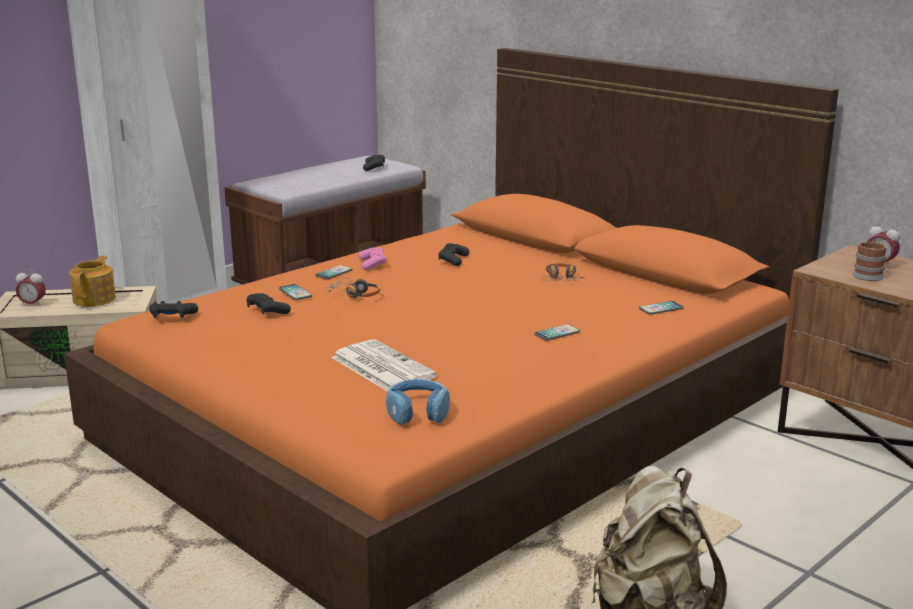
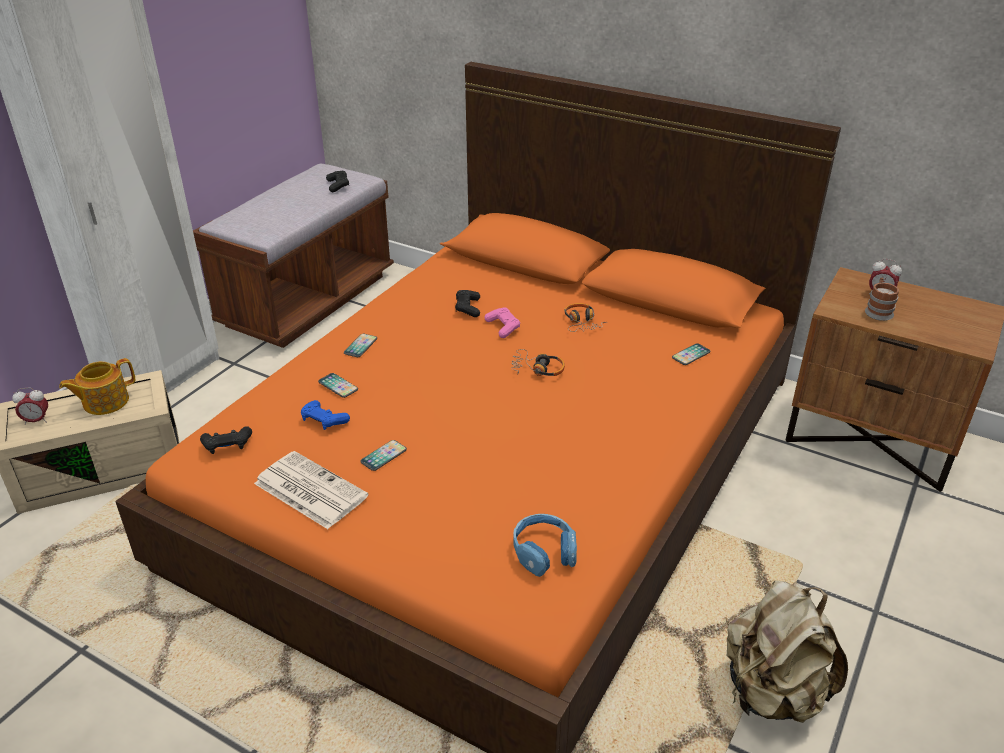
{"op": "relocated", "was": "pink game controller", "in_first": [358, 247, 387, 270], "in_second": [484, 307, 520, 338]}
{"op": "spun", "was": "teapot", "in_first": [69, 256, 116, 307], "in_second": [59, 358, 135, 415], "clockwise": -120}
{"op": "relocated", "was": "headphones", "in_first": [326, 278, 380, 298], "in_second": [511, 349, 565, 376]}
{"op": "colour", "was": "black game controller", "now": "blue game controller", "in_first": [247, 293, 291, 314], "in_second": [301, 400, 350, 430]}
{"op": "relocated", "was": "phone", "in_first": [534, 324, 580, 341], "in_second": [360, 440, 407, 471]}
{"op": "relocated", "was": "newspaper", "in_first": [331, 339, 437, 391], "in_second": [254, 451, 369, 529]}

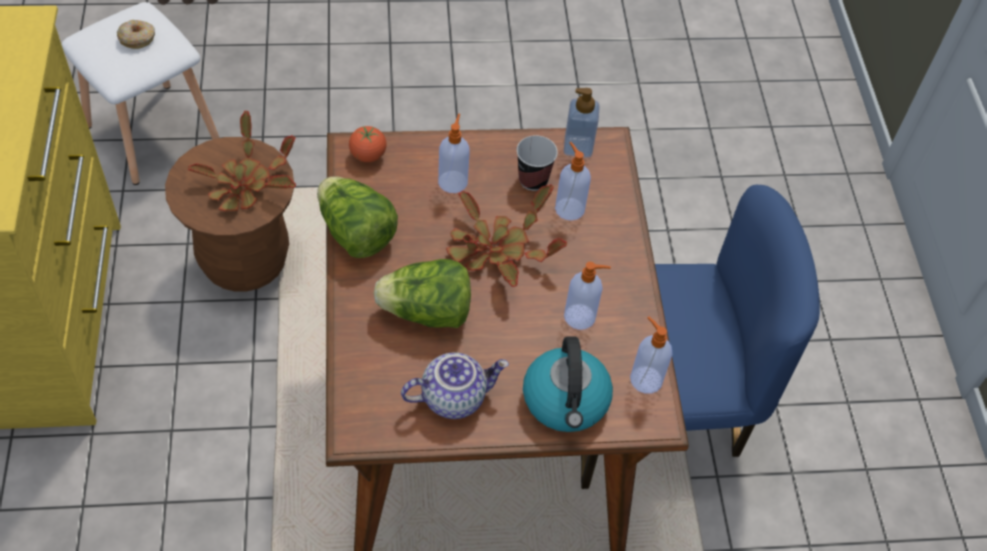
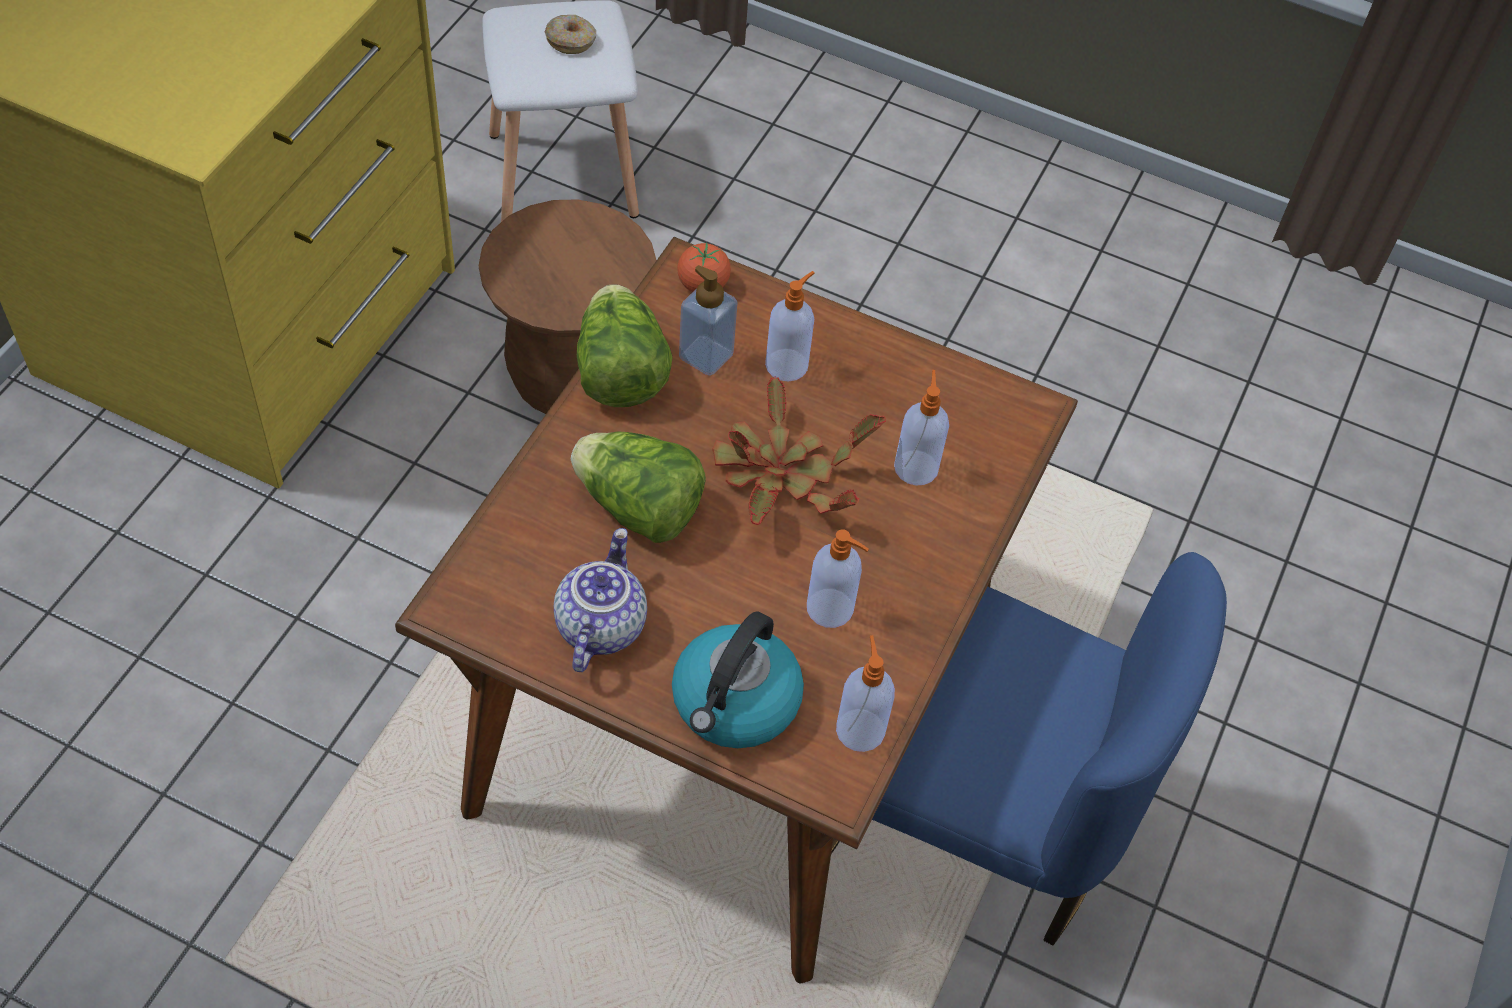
{"op": "relocated", "was": "soap dispenser", "in_first": [564, 88, 600, 158], "in_second": [679, 265, 738, 376]}
{"op": "missing", "was": "potted plant", "in_first": [188, 111, 296, 211]}
{"op": "missing", "was": "cup", "in_first": [517, 135, 558, 191]}
{"op": "spun", "was": "teapot", "in_first": [401, 352, 509, 419], "in_second": [554, 528, 647, 672], "clockwise": -90}

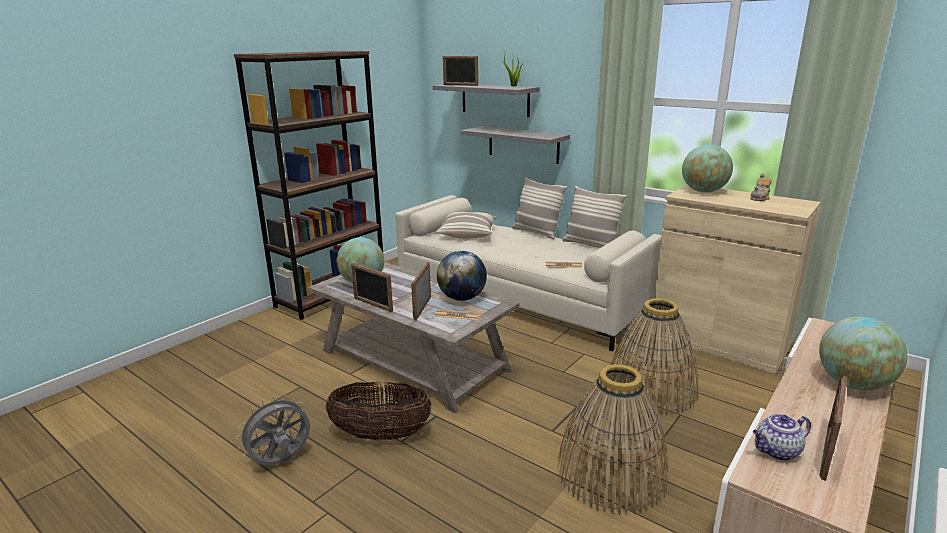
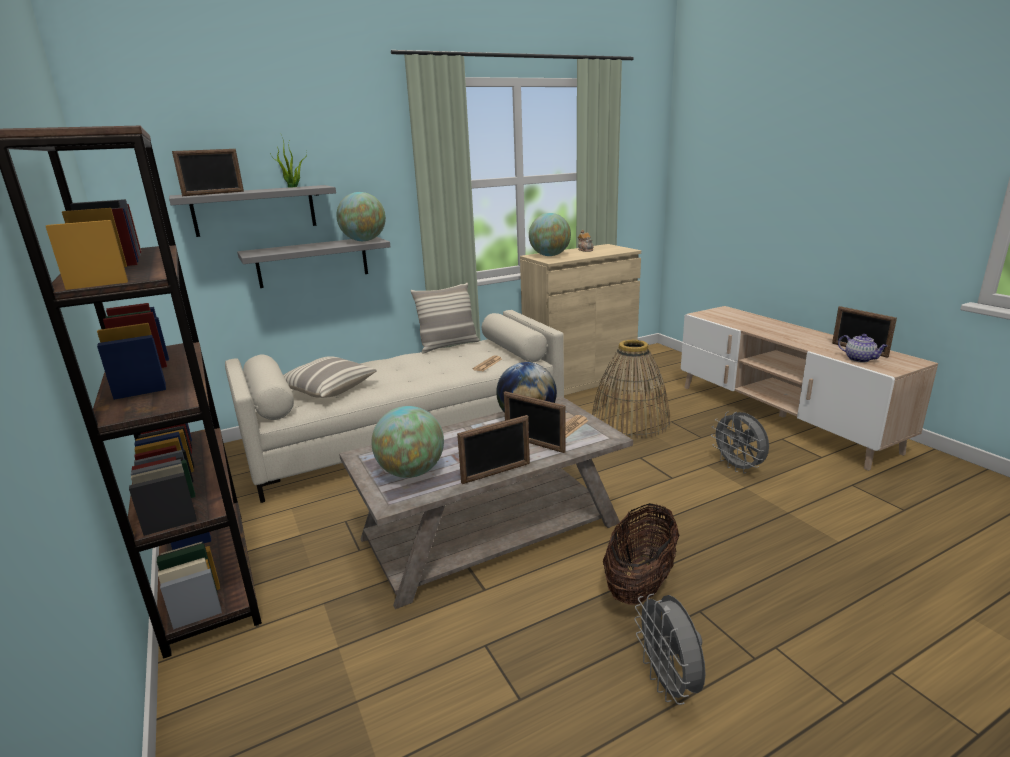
{"op": "missing", "was": "pillow", "in_first": [512, 177, 567, 239]}
{"op": "relocated", "was": "globe", "in_first": [819, 316, 907, 391], "in_second": [336, 192, 386, 241]}
{"op": "exchanged", "was": "basket", "now": "grey fan", "in_first": [557, 364, 668, 515], "in_second": [711, 411, 769, 473]}
{"op": "spun", "was": "teapot", "in_first": [753, 414, 811, 461], "in_second": [838, 334, 888, 362], "clockwise": -45}

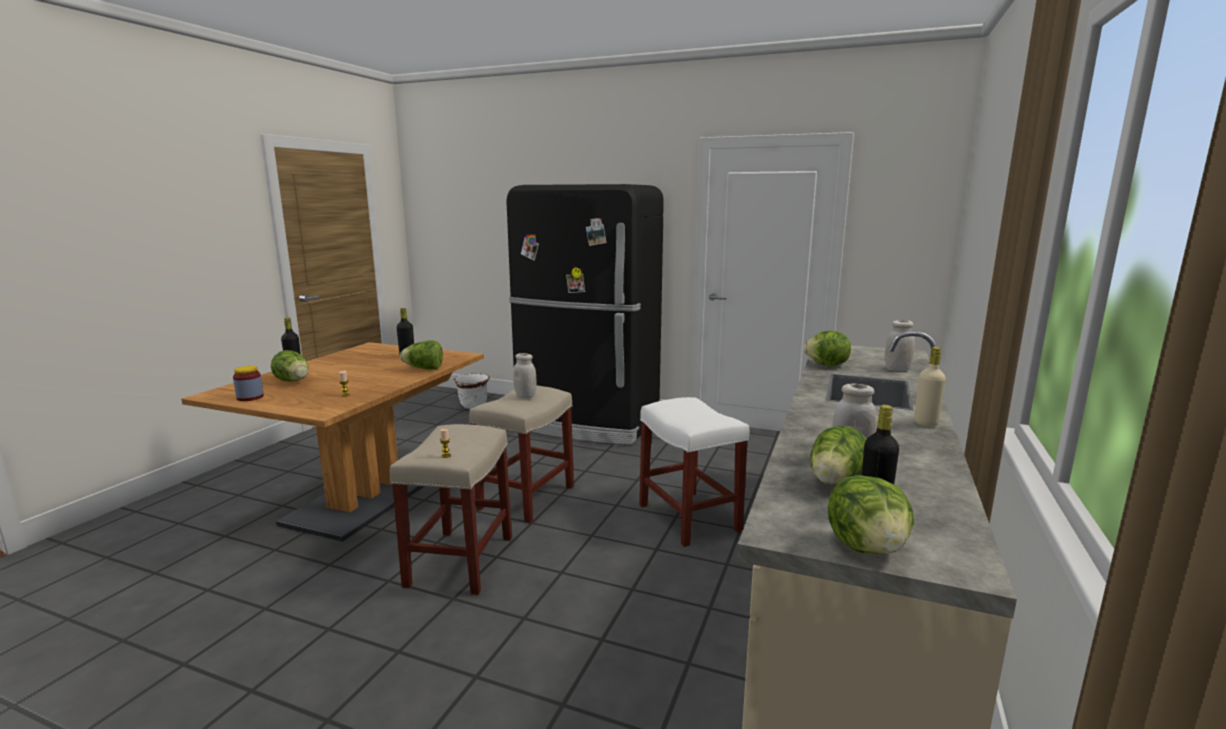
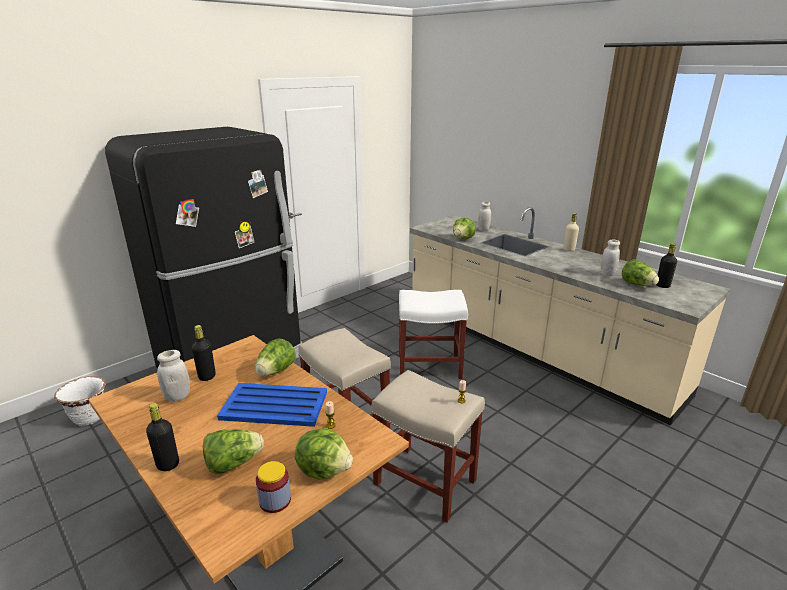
{"op": "relocated", "was": "white jar", "in_first": [513, 353, 536, 399], "in_second": [157, 350, 190, 402]}
{"op": "relocated", "was": "lettuce", "in_first": [828, 475, 914, 554], "in_second": [295, 428, 353, 480]}
{"op": "appeared", "now": "blue tray", "in_second": [217, 383, 327, 427]}

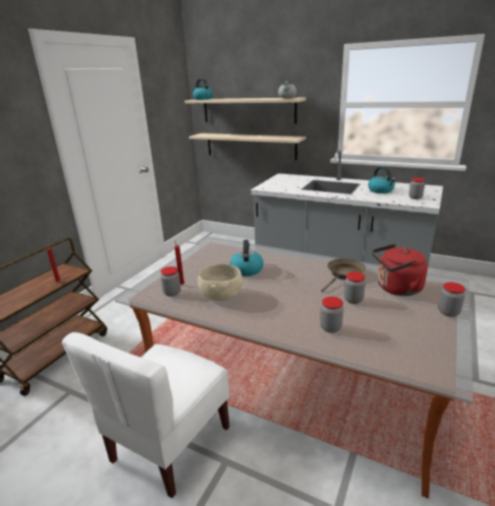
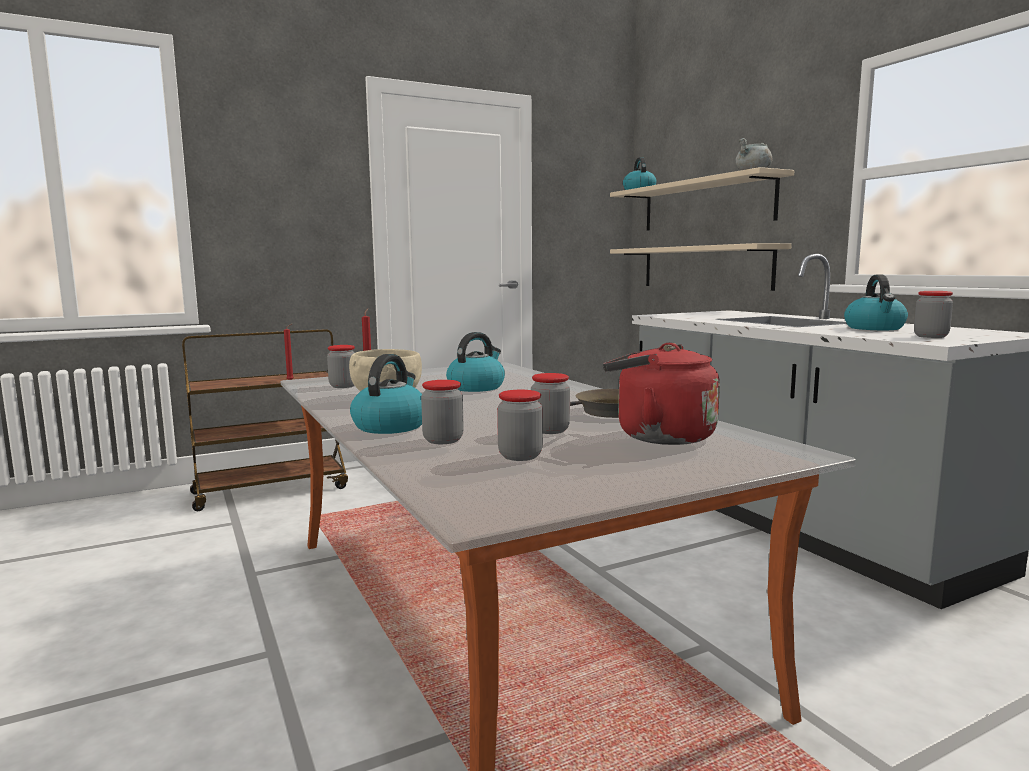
{"op": "relocated", "was": "jar", "in_first": [438, 282, 466, 317], "in_second": [497, 390, 543, 461]}
{"op": "missing", "was": "white chair", "in_first": [62, 332, 230, 498]}
{"op": "appeared", "now": "kettle", "in_second": [350, 354, 422, 434]}

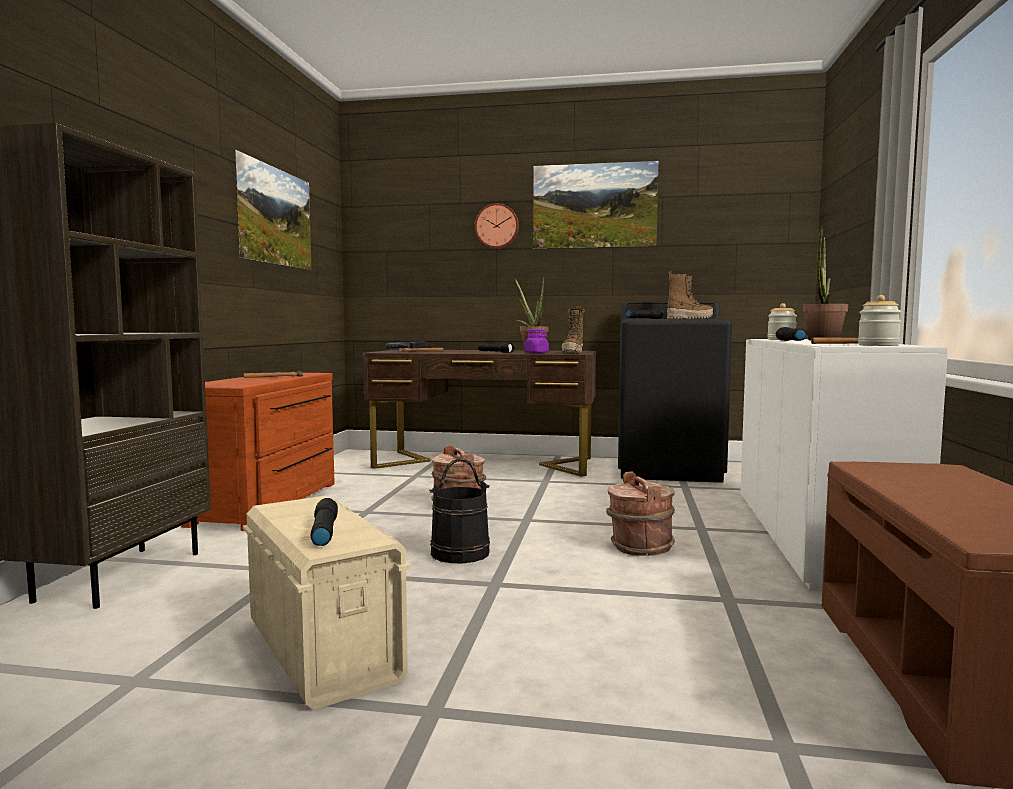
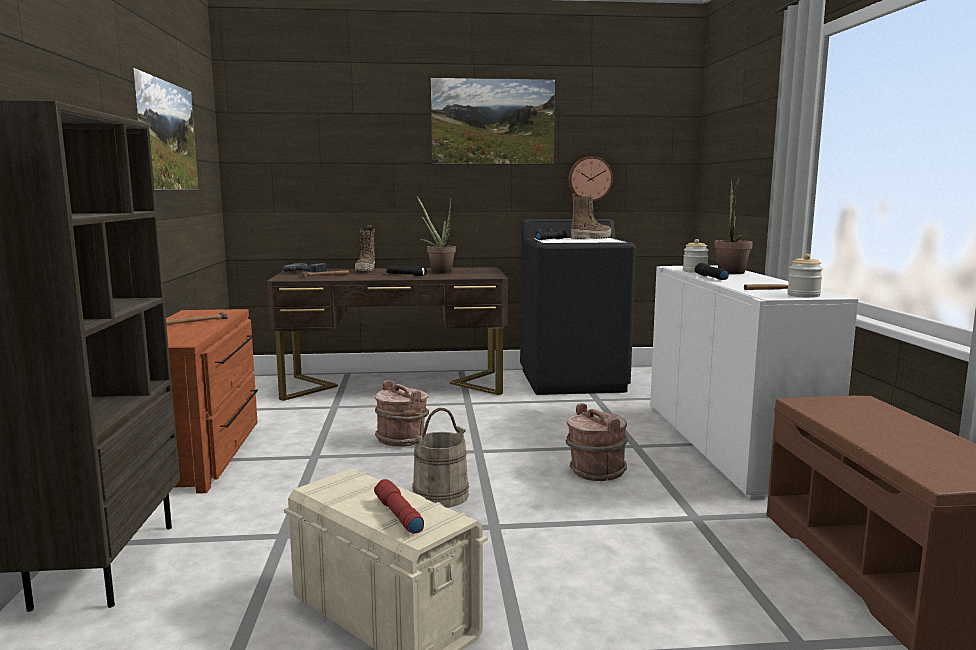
{"op": "relocated", "was": "wall clock", "in_first": [475, 203, 519, 249], "in_second": [568, 156, 613, 202]}
{"op": "relocated", "was": "boot", "in_first": [562, 306, 585, 353], "in_second": [355, 225, 375, 272]}
{"op": "missing", "was": "purple jar", "in_first": [524, 329, 549, 353]}
{"op": "colour", "was": "black bucket", "now": "beige bucket", "in_first": [429, 458, 490, 563], "in_second": [412, 408, 469, 508]}
{"op": "colour", "was": "black flashlight", "now": "red flashlight", "in_first": [311, 498, 338, 546], "in_second": [374, 479, 424, 534]}

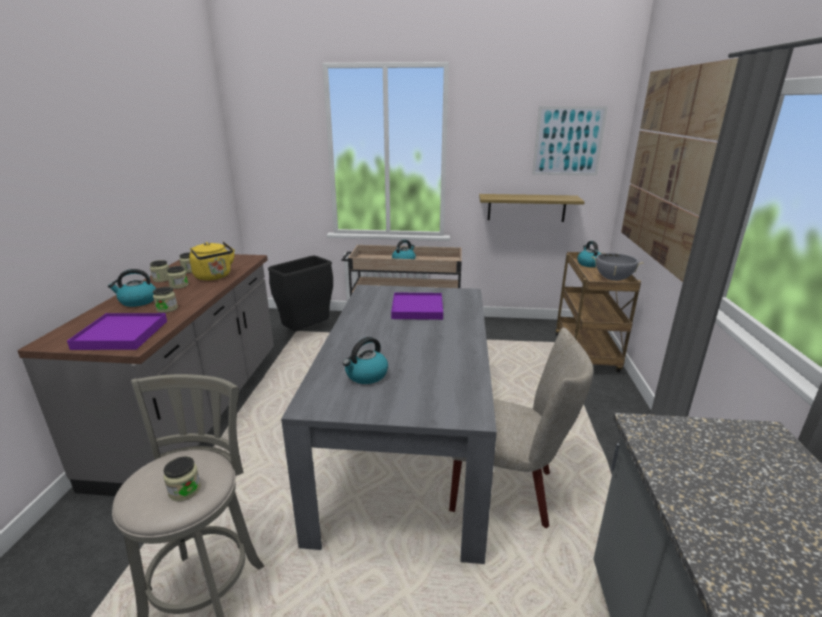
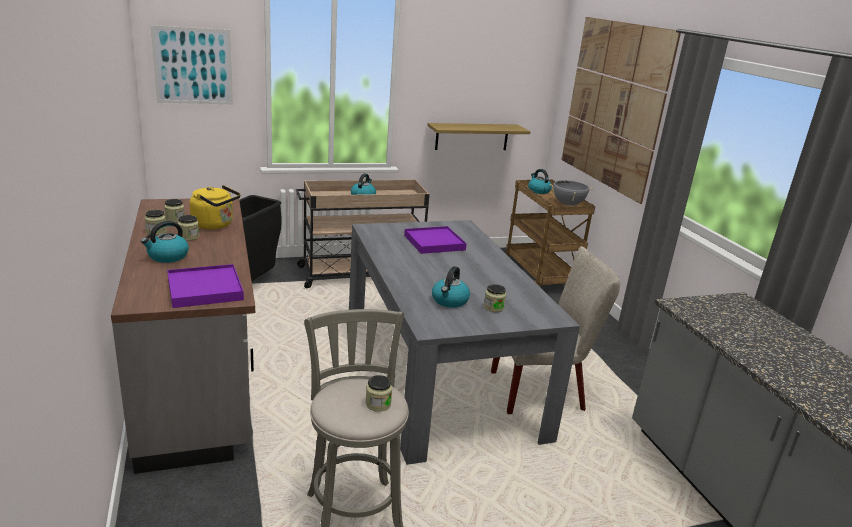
{"op": "relocated", "was": "picture", "in_first": [532, 106, 608, 176], "in_second": [151, 25, 233, 104]}
{"op": "relocated", "was": "jar", "in_first": [153, 287, 178, 313], "in_second": [484, 284, 506, 312]}

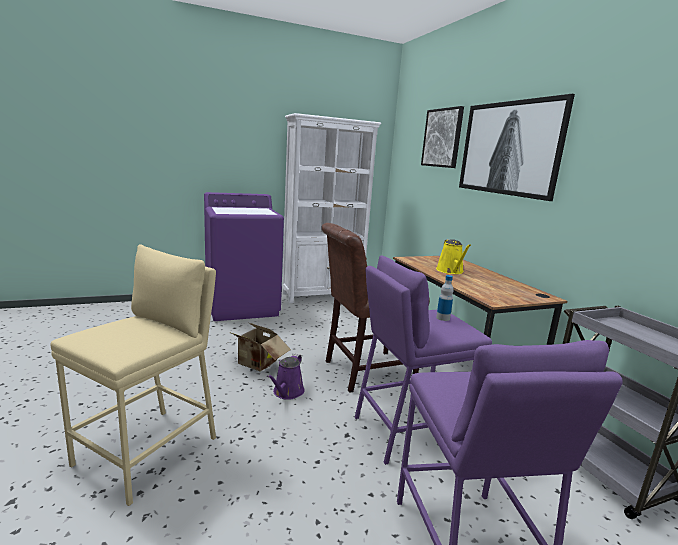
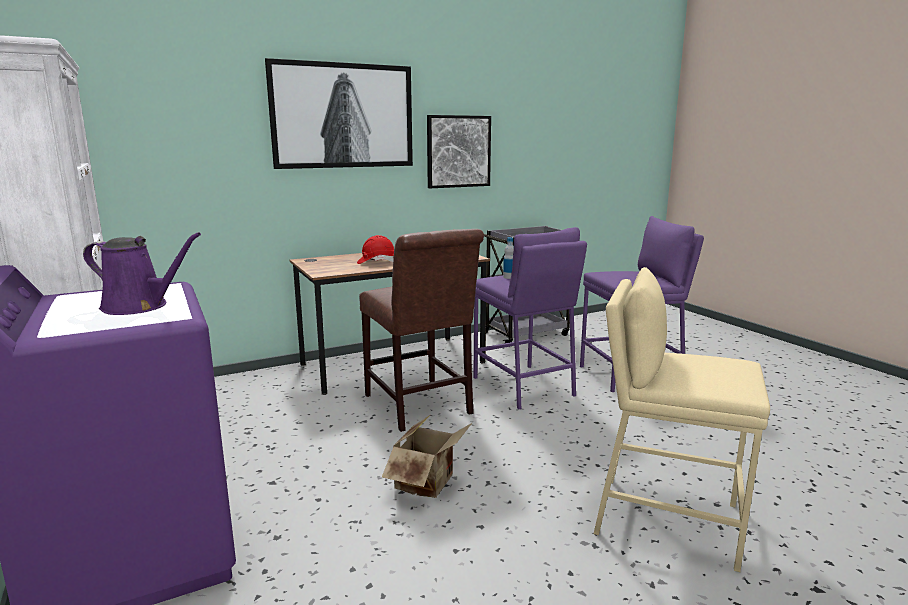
{"op": "relocated", "was": "picture", "in_first": [421, 106, 464, 168], "in_second": [427, 115, 491, 188]}
{"op": "exchanged", "was": "yellow watering can", "now": "red hard hat", "in_first": [436, 239, 471, 274], "in_second": [357, 235, 394, 264]}
{"op": "relocated", "was": "purple watering can", "in_first": [267, 354, 305, 400], "in_second": [83, 232, 201, 315]}

